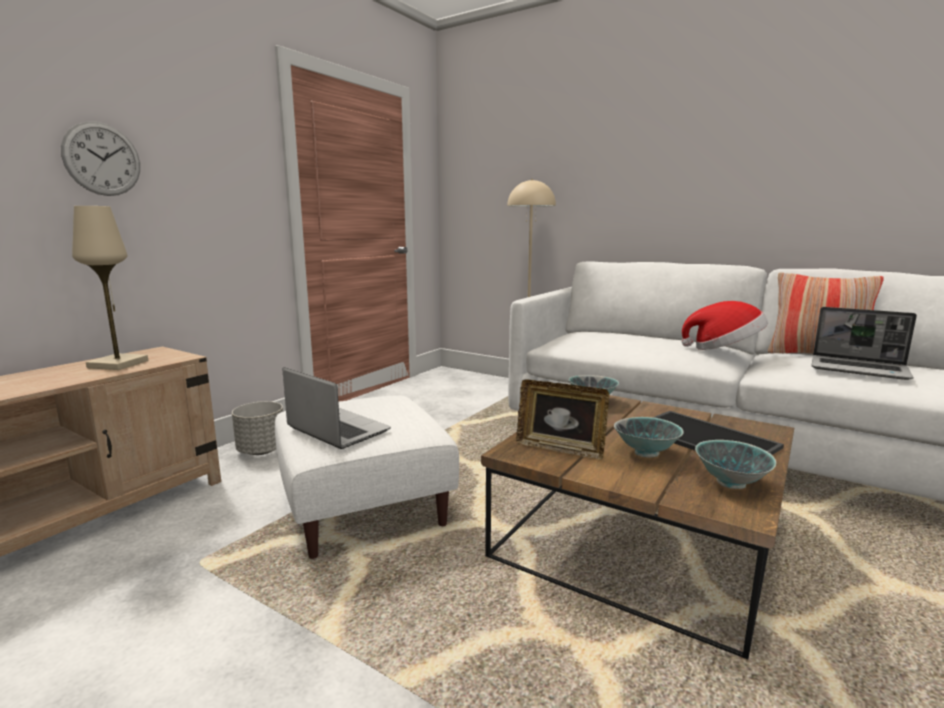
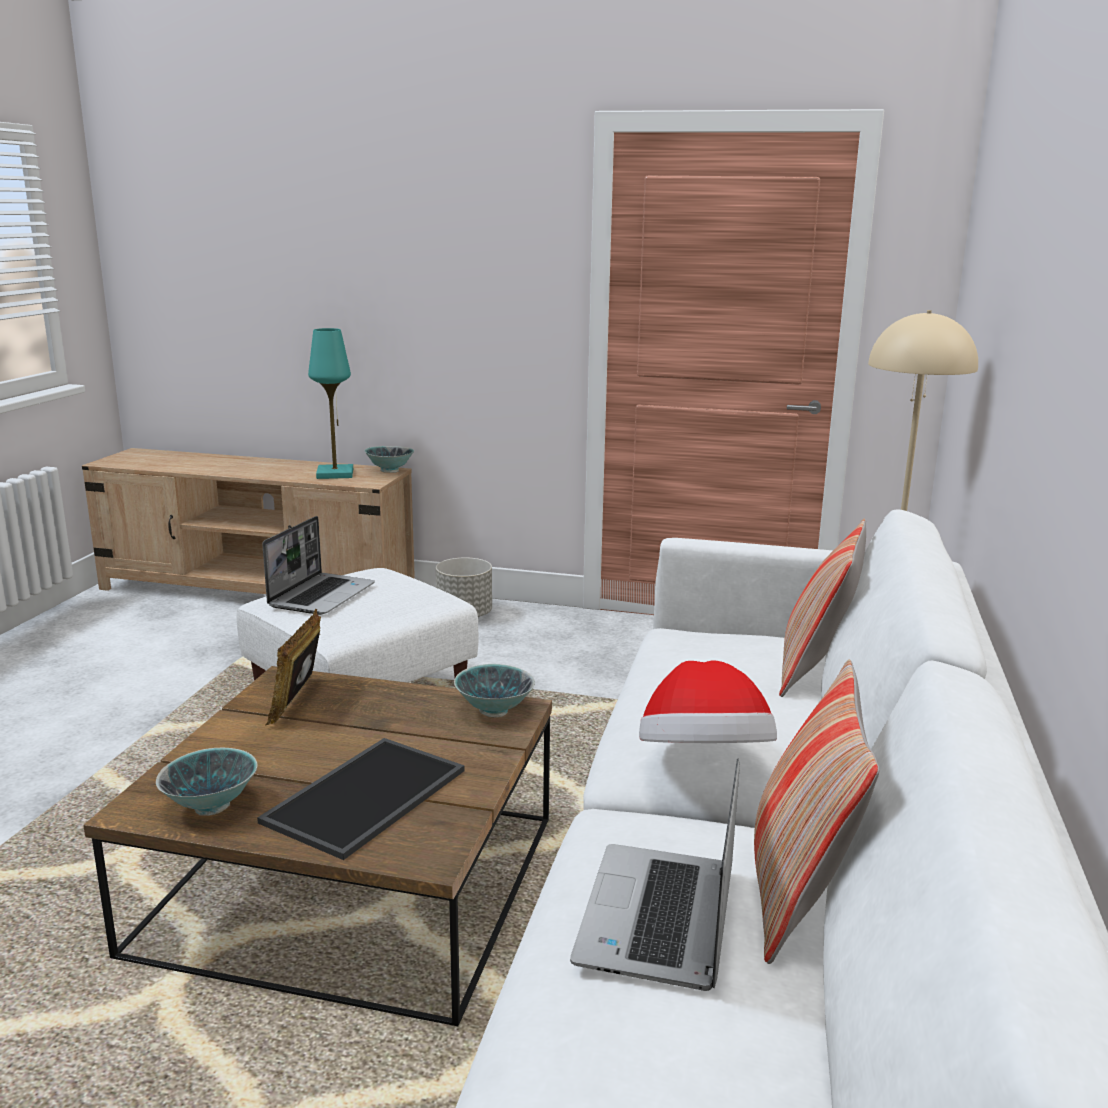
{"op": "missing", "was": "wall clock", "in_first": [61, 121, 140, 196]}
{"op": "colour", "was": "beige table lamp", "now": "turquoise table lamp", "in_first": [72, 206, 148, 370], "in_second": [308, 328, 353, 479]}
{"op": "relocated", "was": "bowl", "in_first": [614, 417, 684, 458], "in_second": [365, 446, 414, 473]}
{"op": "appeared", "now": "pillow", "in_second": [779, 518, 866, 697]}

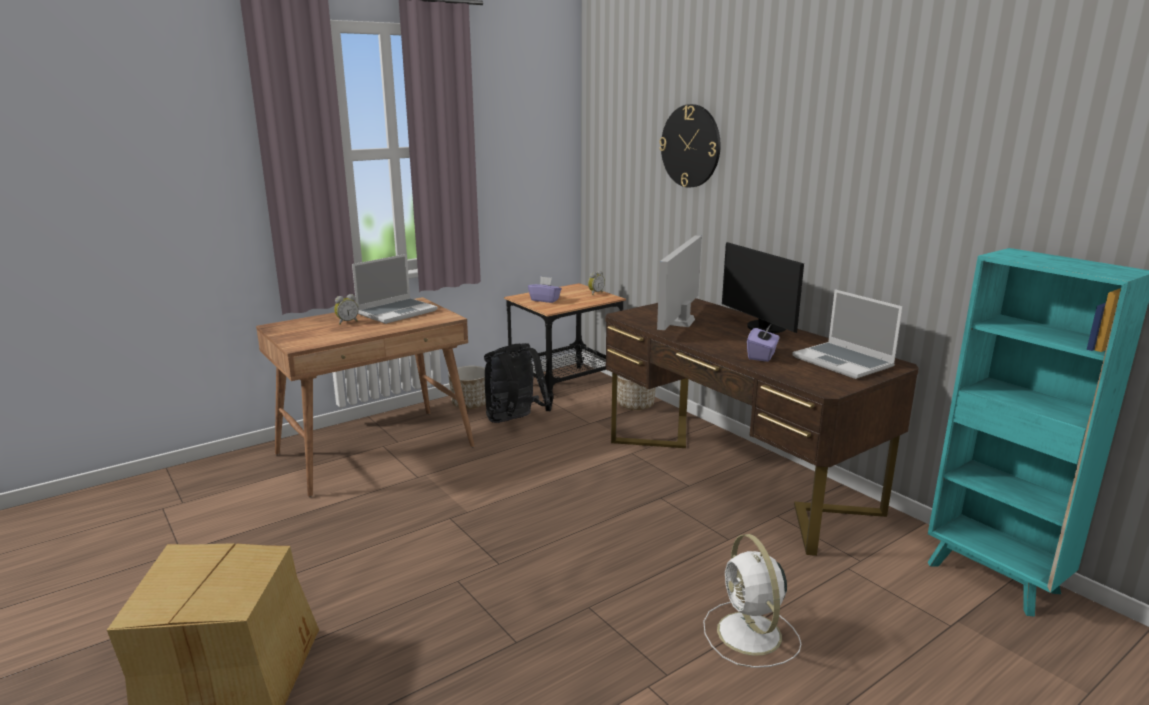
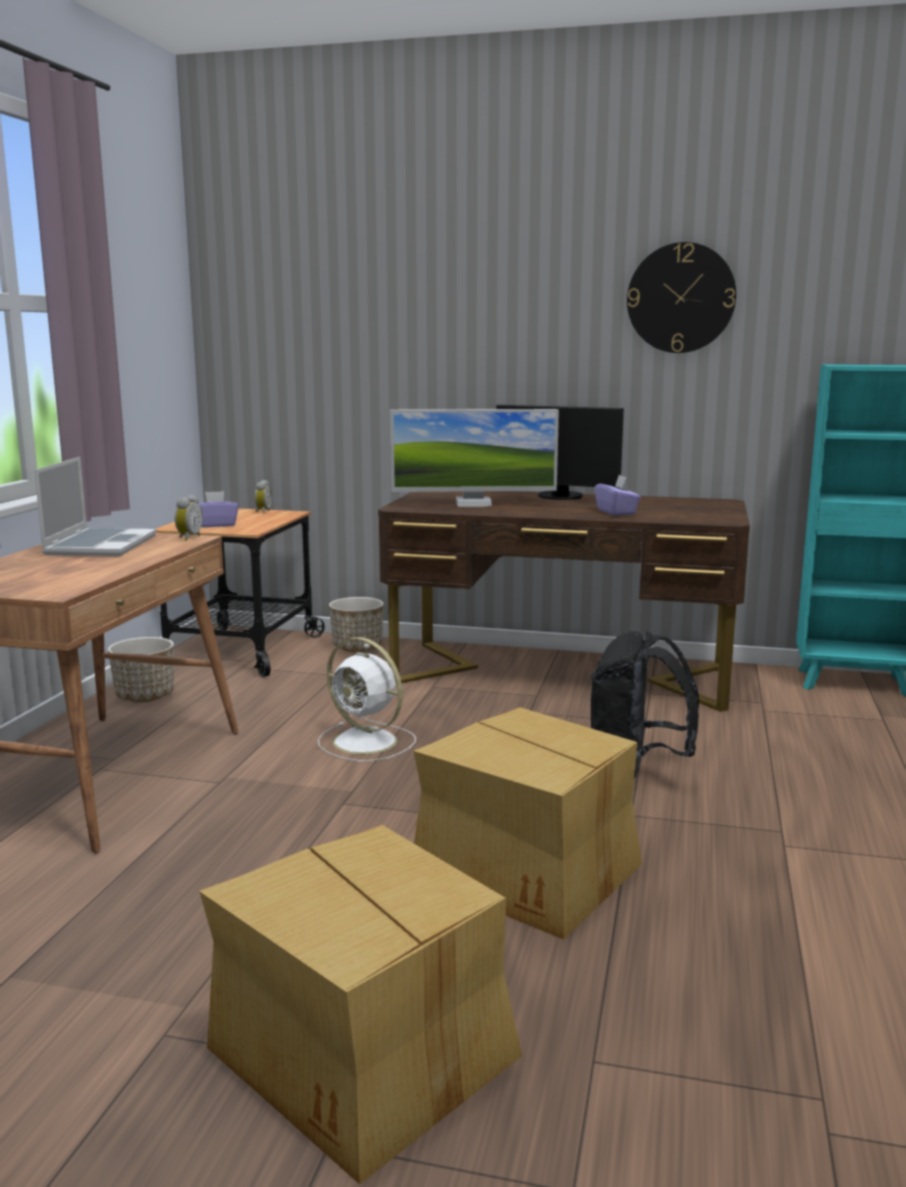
{"op": "relocated", "was": "wall clock", "in_first": [659, 104, 721, 188], "in_second": [627, 242, 736, 353]}
{"op": "spun", "was": "monitor", "in_first": [657, 236, 702, 330], "in_second": [390, 409, 559, 507], "clockwise": -75}
{"op": "missing", "was": "laptop", "in_first": [792, 289, 903, 379]}
{"op": "relocated", "was": "alarm clock", "in_first": [334, 294, 359, 324], "in_second": [175, 495, 203, 541]}
{"op": "relocated", "was": "black backpack", "in_first": [484, 343, 551, 423], "in_second": [591, 631, 699, 779]}
{"op": "relocated", "was": "white fan", "in_first": [703, 534, 801, 668], "in_second": [318, 637, 416, 761]}
{"op": "appeared", "now": "cardboard box", "in_second": [414, 707, 642, 940]}

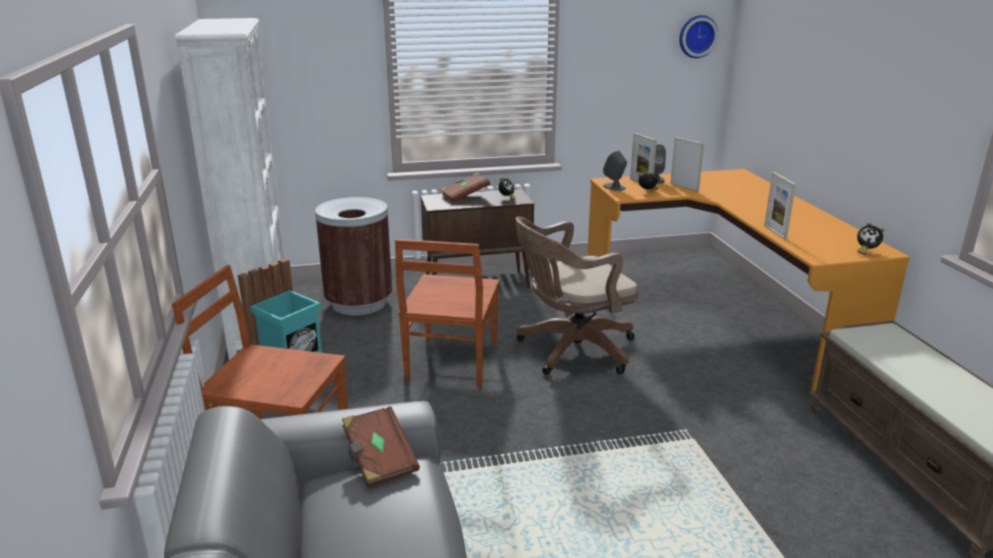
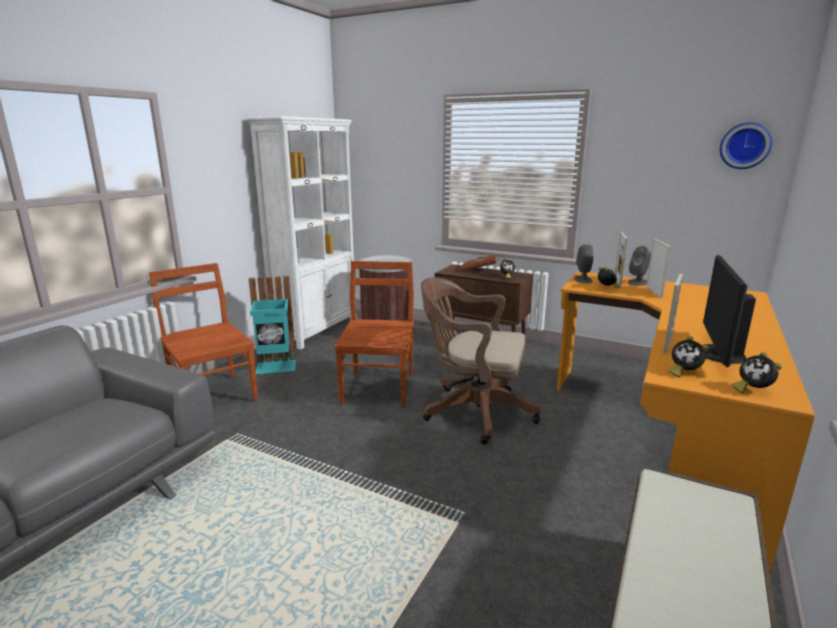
{"op": "spun", "was": "brown chair", "in_first": [395, 239, 499, 387], "in_second": [334, 261, 414, 407], "clockwise": 135}
{"op": "missing", "was": "brown book", "in_first": [342, 406, 420, 487]}
{"op": "appeared", "now": "monitor", "in_second": [702, 255, 756, 367]}
{"op": "appeared", "now": "alarm clock", "in_second": [668, 336, 709, 377]}

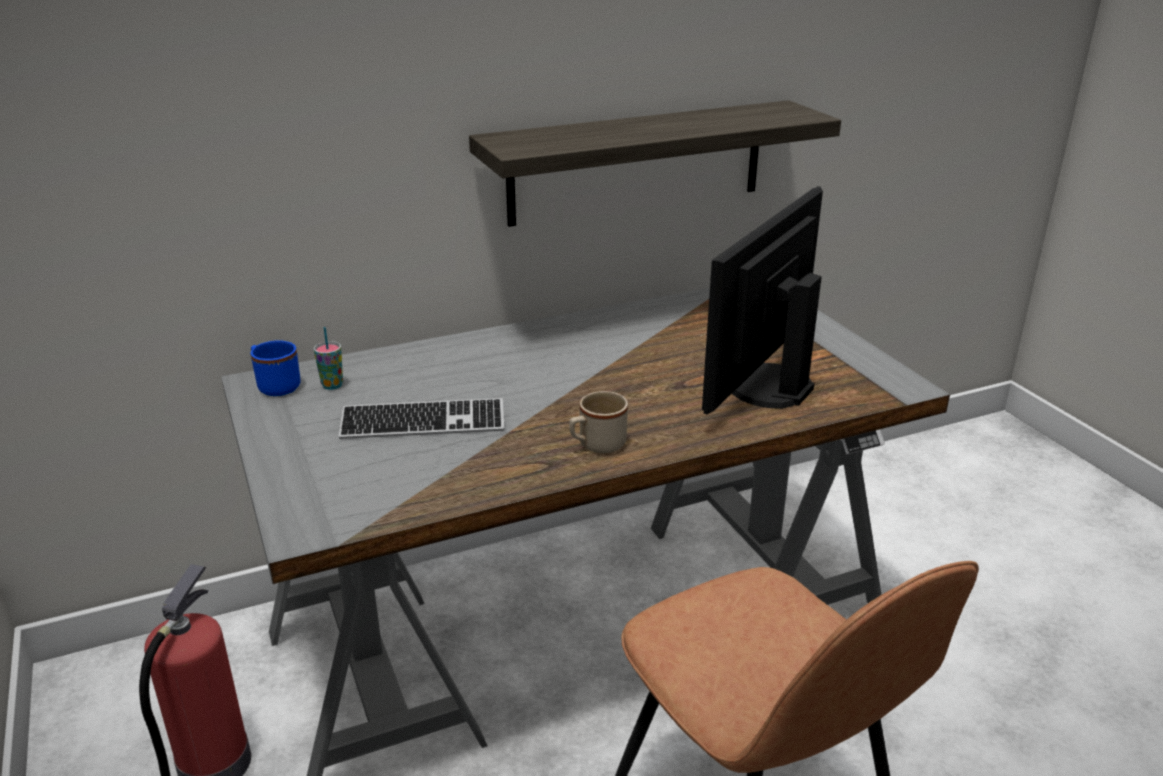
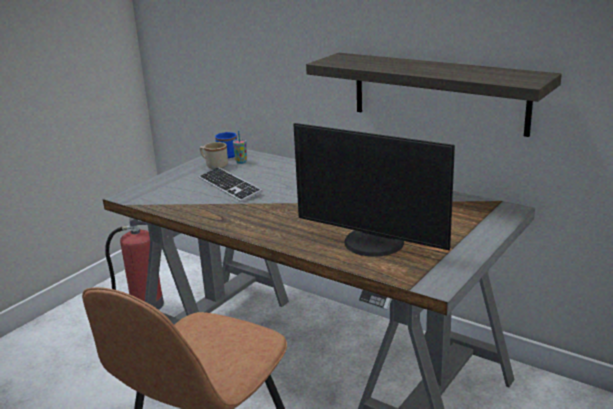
{"op": "spun", "was": "monitor", "in_first": [702, 186, 823, 414], "in_second": [293, 123, 455, 257], "clockwise": -150}
{"op": "relocated", "was": "beige mug", "in_first": [569, 391, 628, 454], "in_second": [200, 142, 228, 169]}

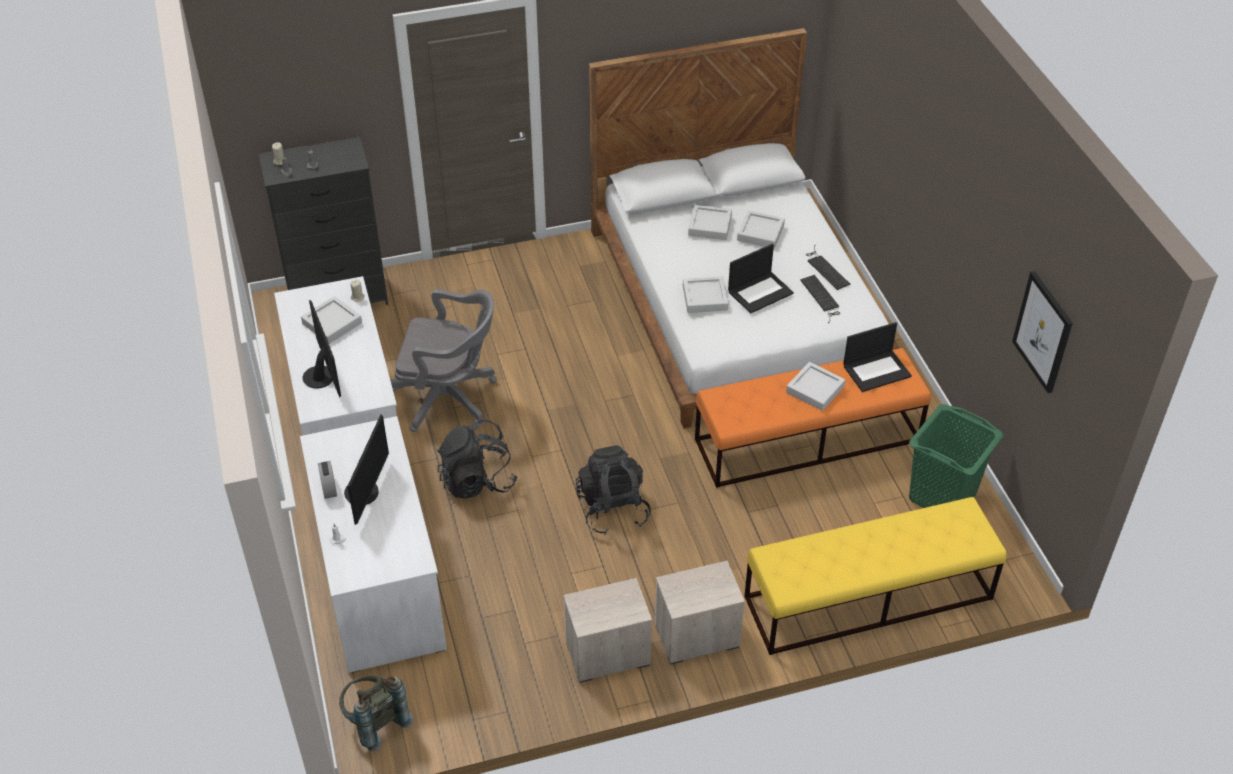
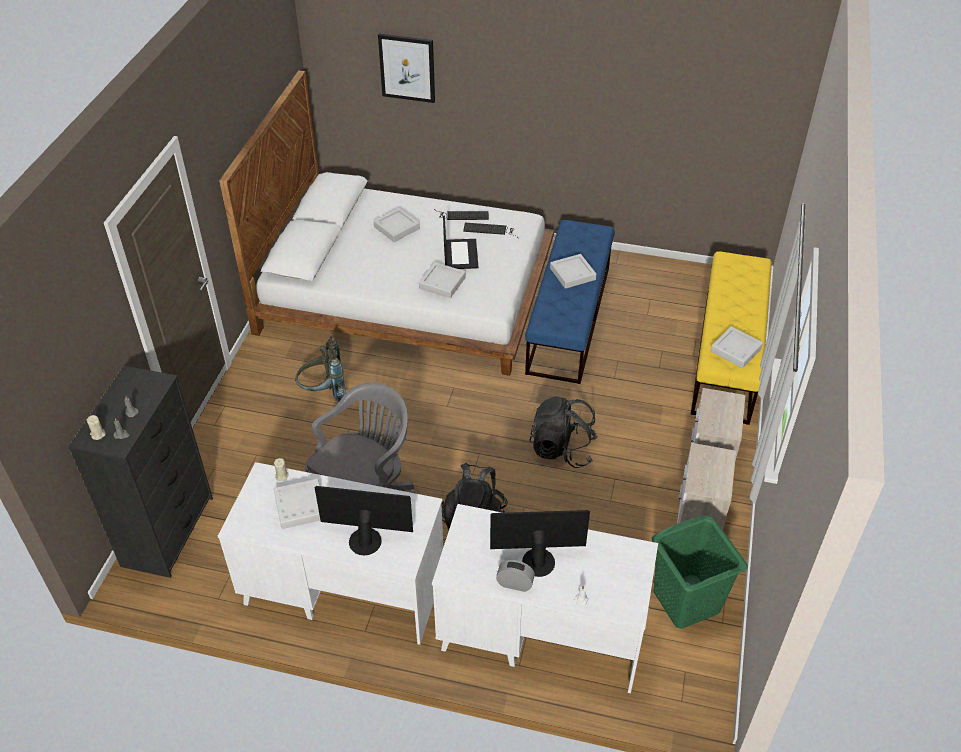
{"op": "relocated", "was": "grey tray", "in_first": [688, 205, 732, 240], "in_second": [711, 326, 763, 368]}
{"op": "relocated", "was": "picture", "in_first": [1012, 271, 1073, 393], "in_second": [378, 34, 435, 103]}
{"op": "missing", "was": "laptop", "in_first": [843, 322, 912, 392]}
{"op": "colour", "was": "orange bench", "now": "blue bench", "in_first": [695, 348, 931, 488], "in_second": [525, 220, 615, 384]}
{"op": "relocated", "was": "green laundry basket", "in_first": [909, 404, 1003, 508], "in_second": [652, 515, 748, 629]}
{"op": "spun", "was": "monitor", "in_first": [344, 414, 389, 525], "in_second": [490, 510, 590, 577], "clockwise": -45}
{"op": "relocated", "was": "grey backpack", "in_first": [339, 676, 413, 751], "in_second": [295, 336, 345, 402]}

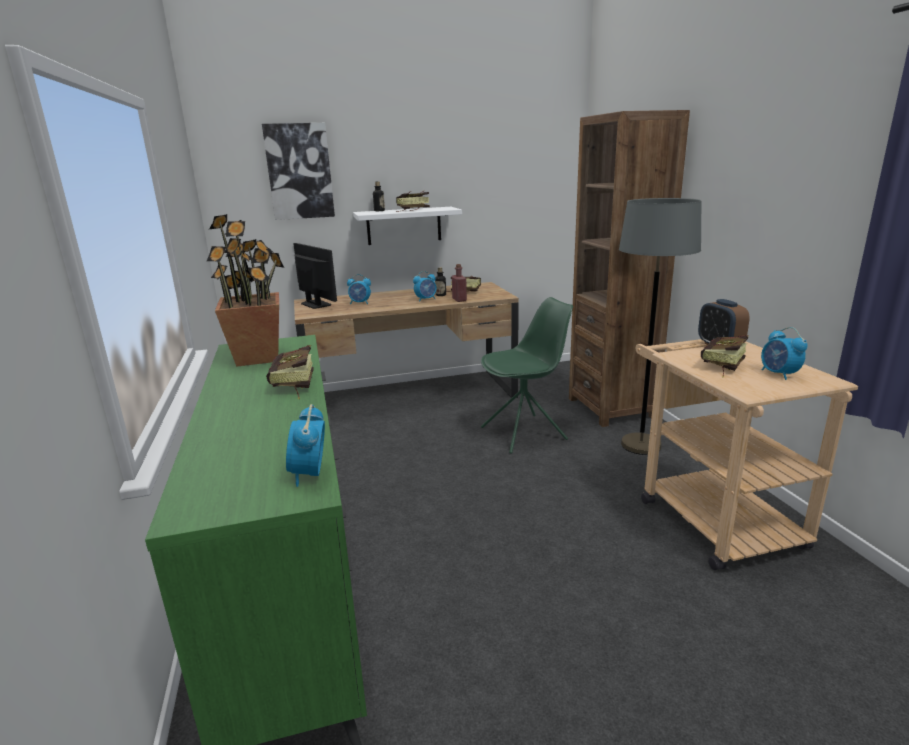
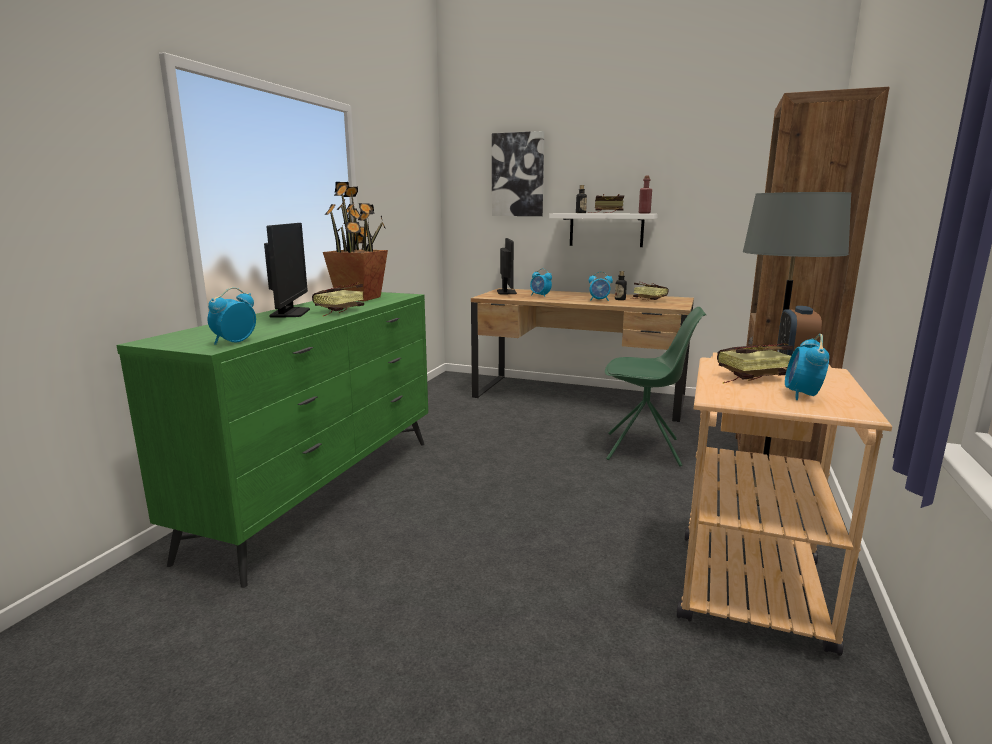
{"op": "relocated", "was": "red bottle", "in_first": [452, 264, 467, 302], "in_second": [639, 176, 652, 214]}
{"op": "appeared", "now": "monitor", "in_second": [264, 223, 310, 318]}

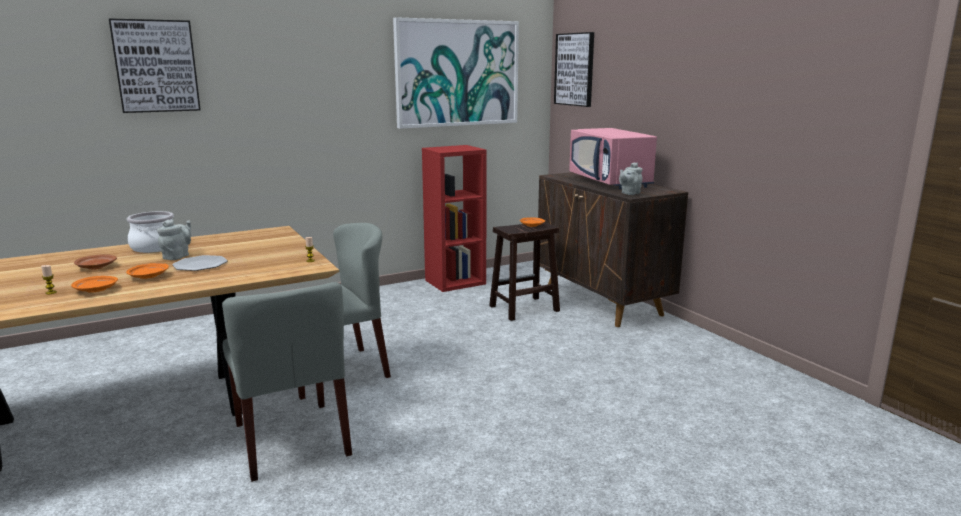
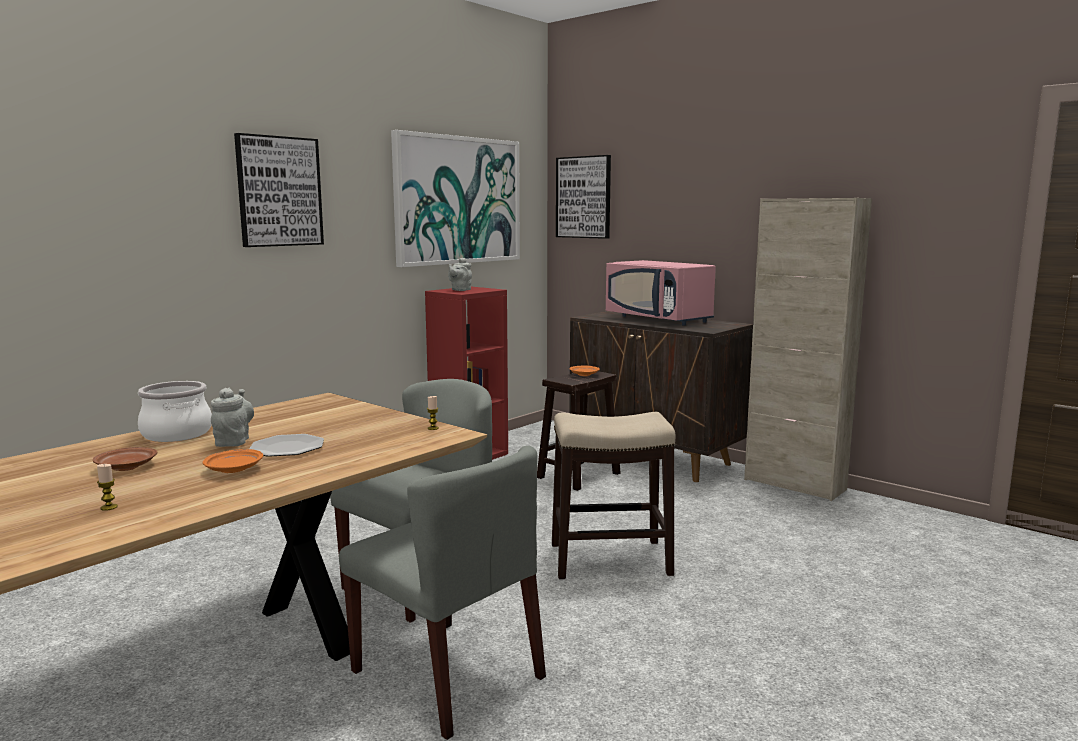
{"op": "relocated", "was": "picture", "in_first": [109, 18, 201, 113], "in_second": [234, 133, 324, 247]}
{"op": "relocated", "was": "grey teapot", "in_first": [619, 162, 643, 195], "in_second": [448, 258, 472, 291]}
{"op": "missing", "was": "orange plate", "in_first": [71, 276, 118, 293]}
{"op": "appeared", "now": "beige cabinet", "in_second": [744, 198, 872, 501]}
{"op": "appeared", "now": "stool", "in_second": [552, 412, 676, 579]}

